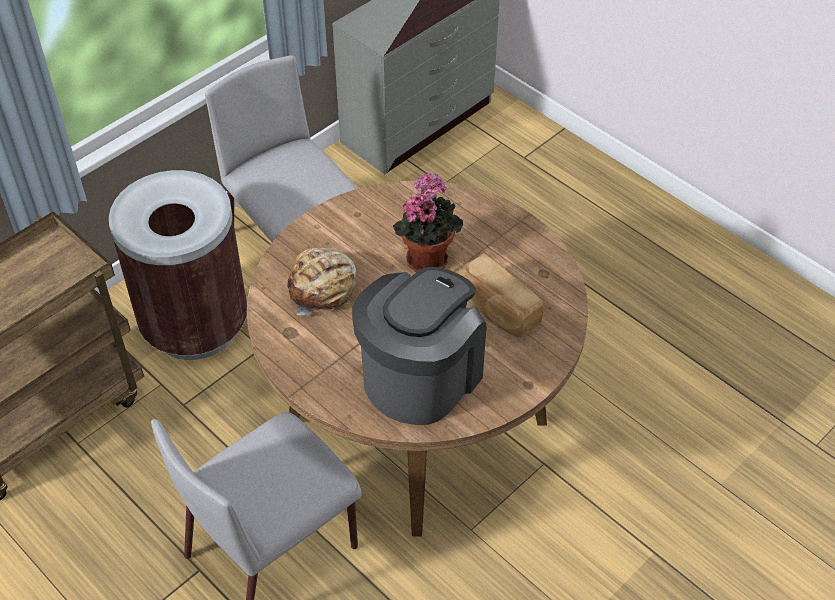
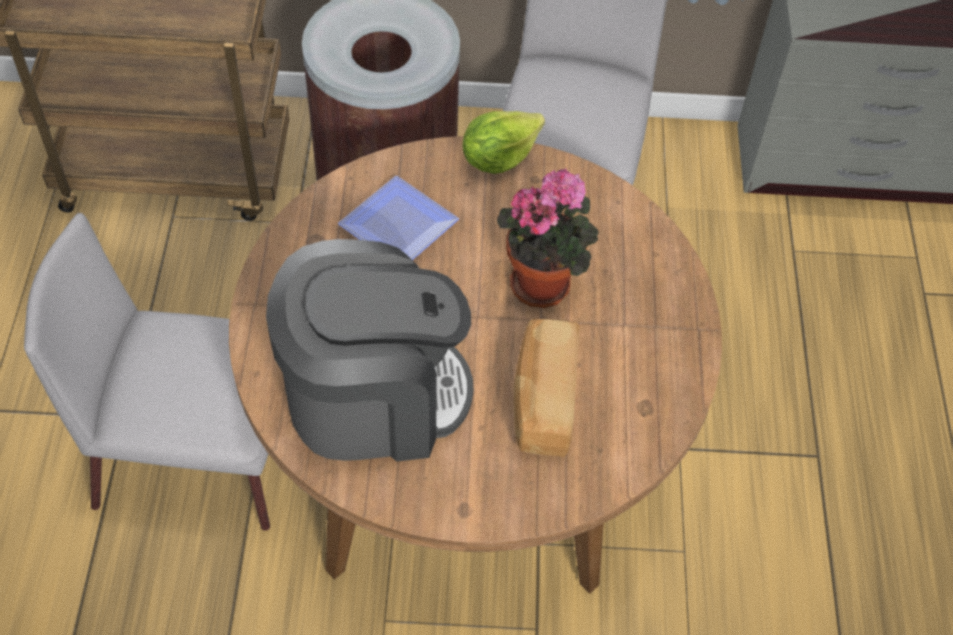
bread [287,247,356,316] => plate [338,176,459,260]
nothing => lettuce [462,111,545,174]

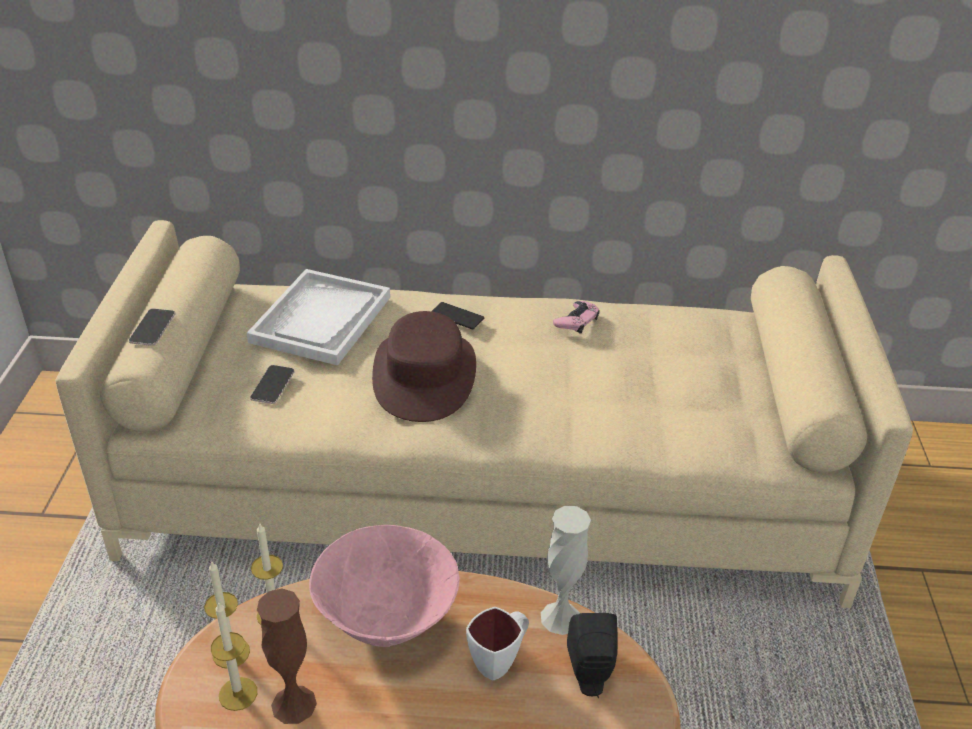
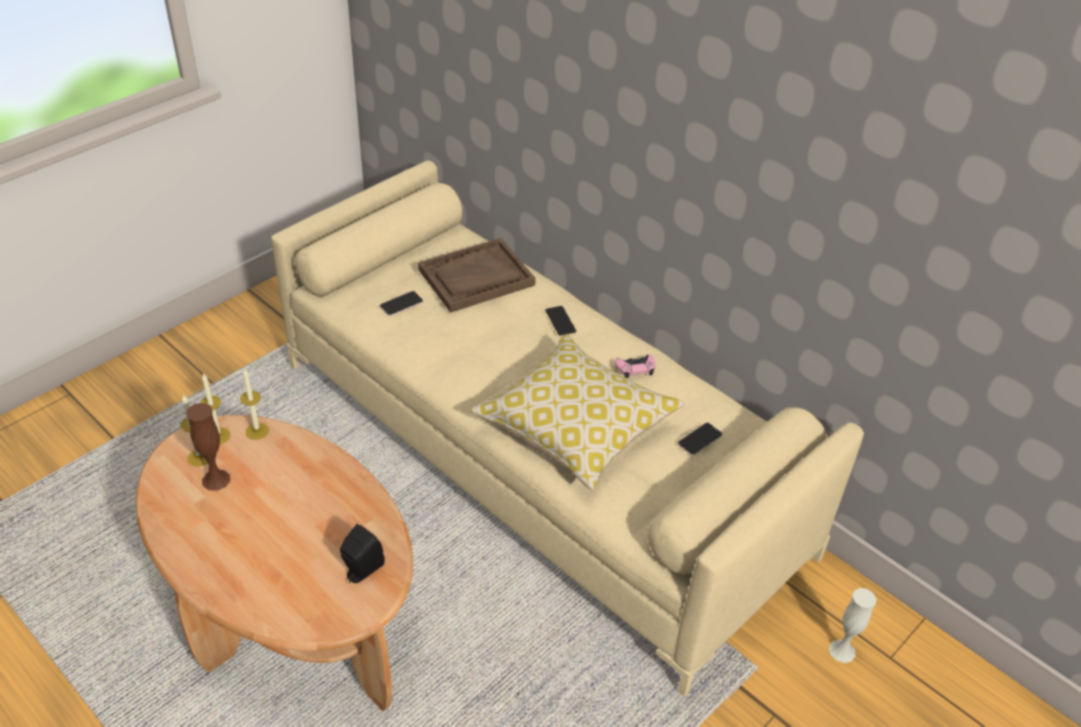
phone [129,308,175,346] => phone [678,423,722,456], shifted
tray (white) [247,269,390,366] => tray (brown) [418,238,536,313]
bowl (pink) [309,525,459,647] => nothing
hat (brown) [372,311,476,422] => nothing
mug (white) [466,607,529,680] => nothing
vase (white) [541,506,591,635] => vase (white) [829,588,877,663], shifted
nothing => pillow [470,335,685,490]

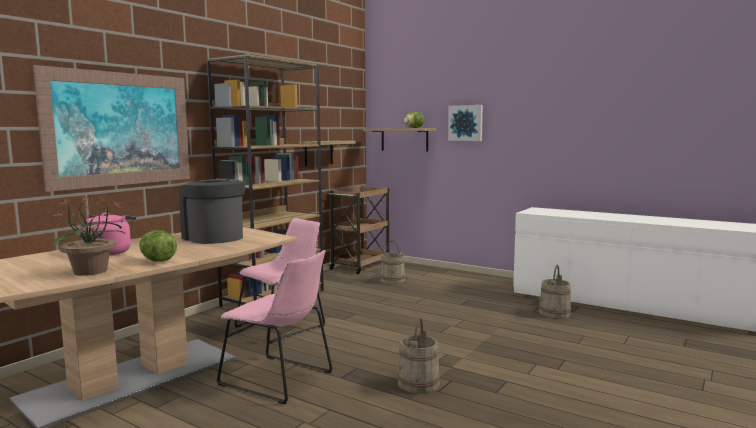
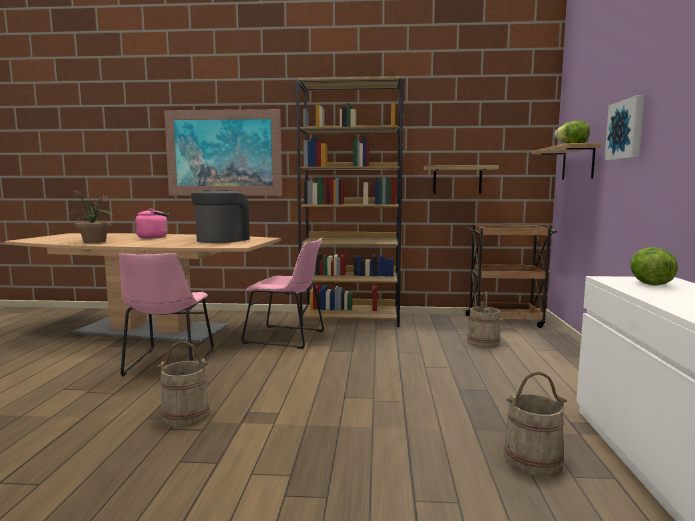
lettuce [139,230,177,262] => lettuce [630,247,678,285], shifted

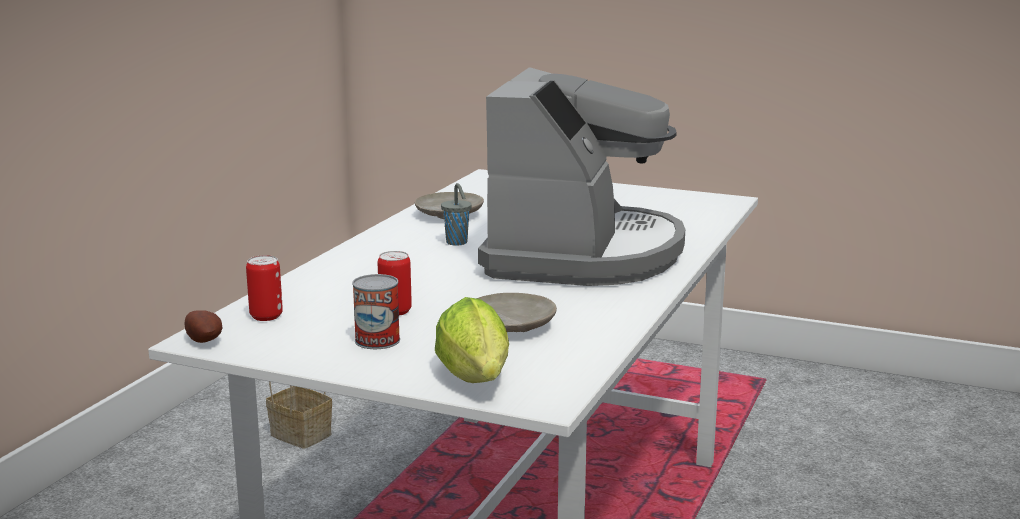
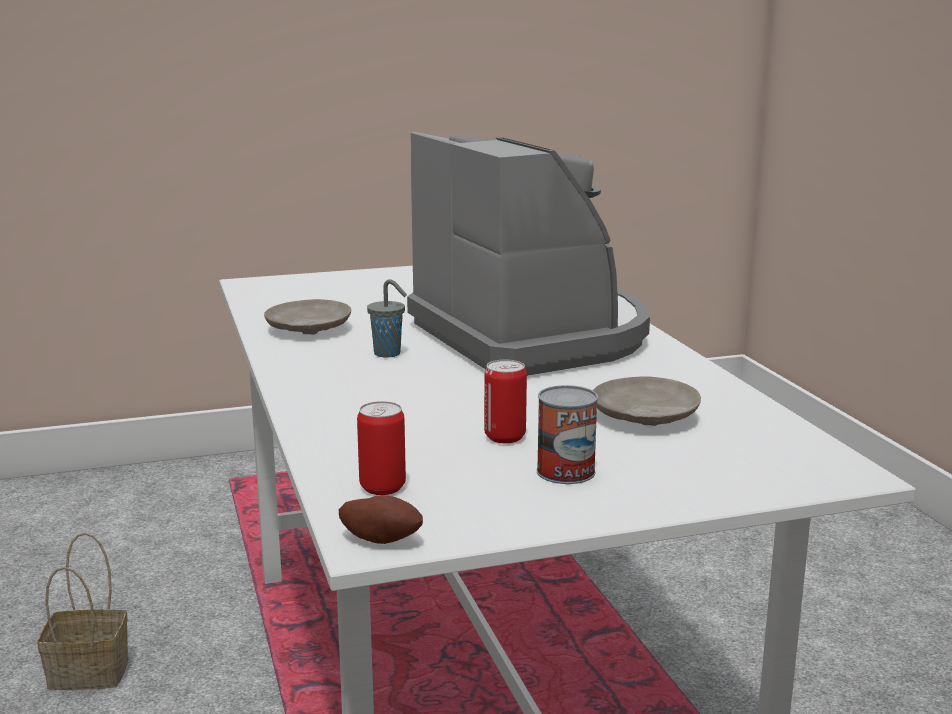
lettuce [435,297,509,383] => nothing

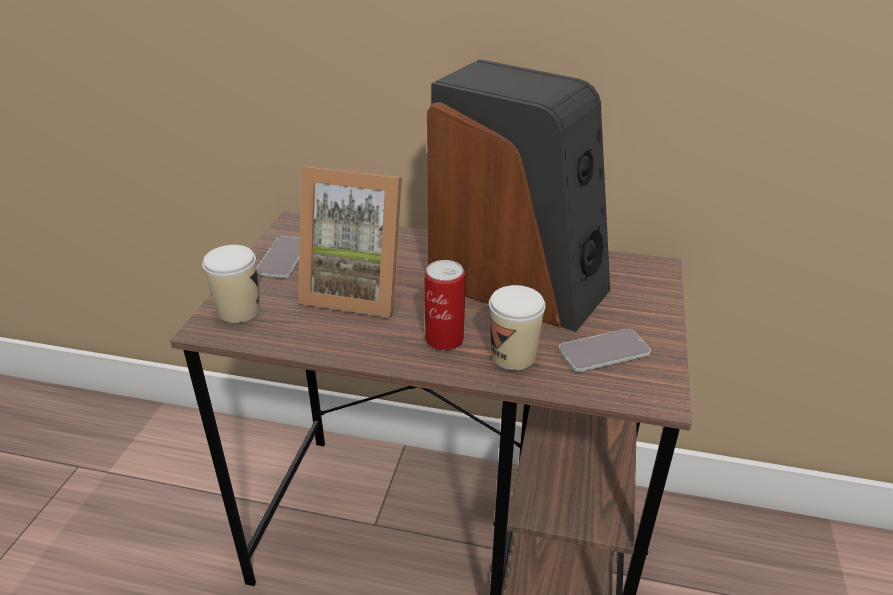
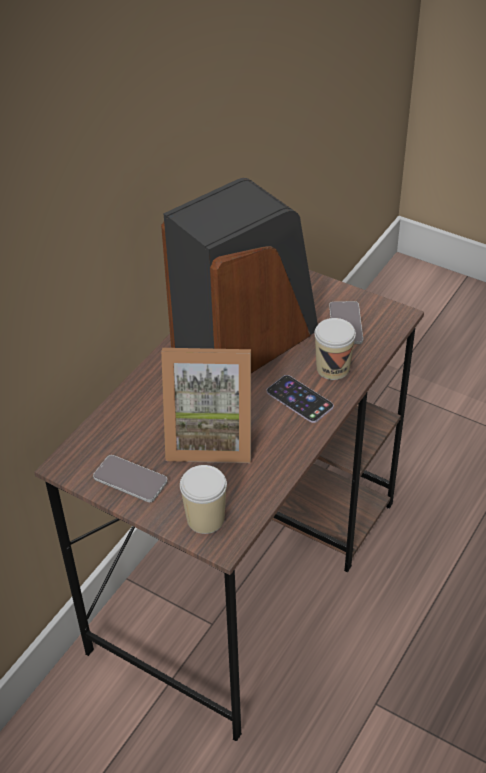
picture frame [298,166,402,318] => picture frame [161,348,251,463], 60 degrees clockwise
can [425,260,465,351] => phone [267,375,334,423]

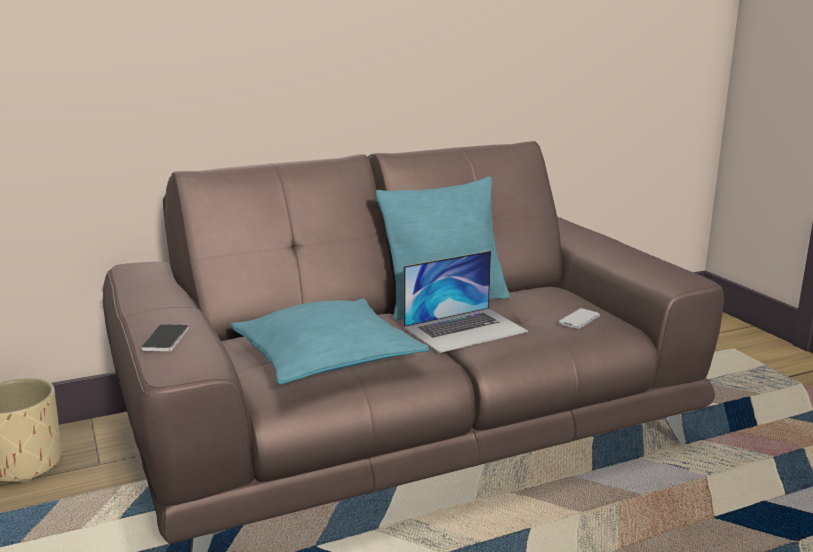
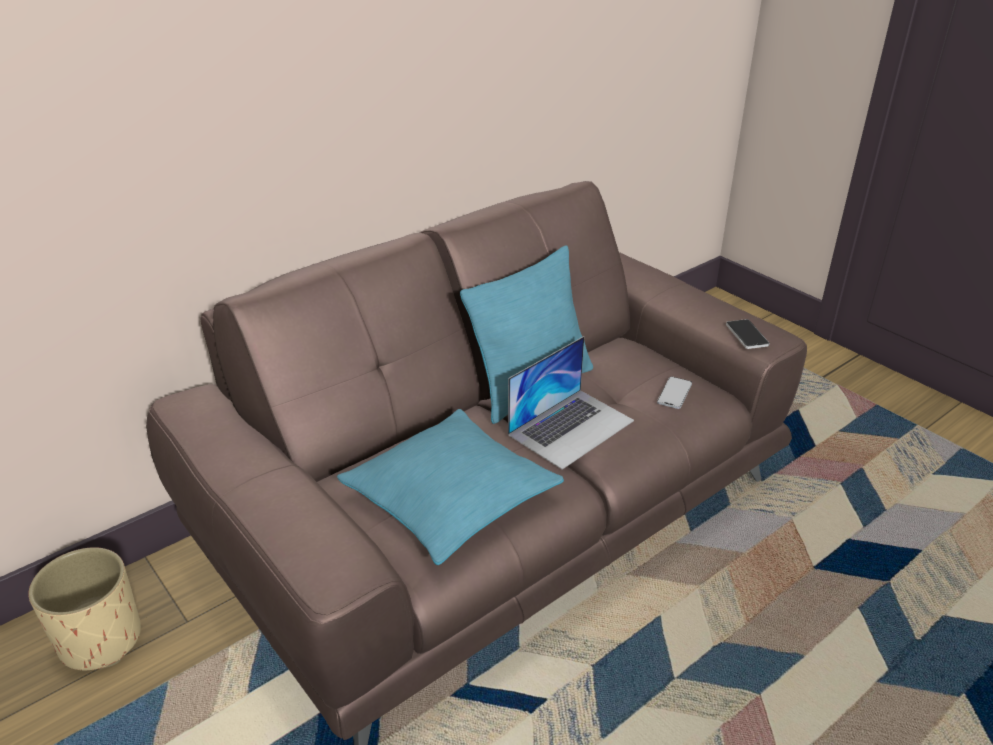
phone [141,324,189,351] => phone [726,319,769,349], shifted

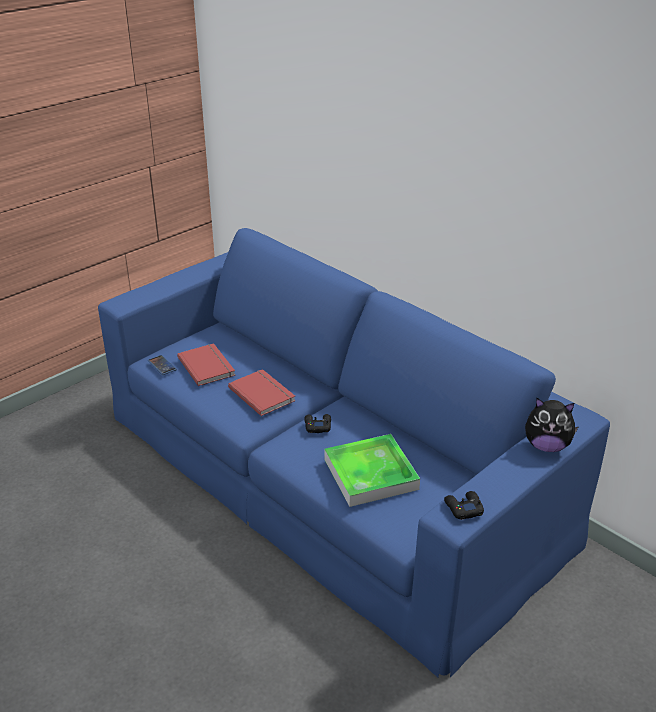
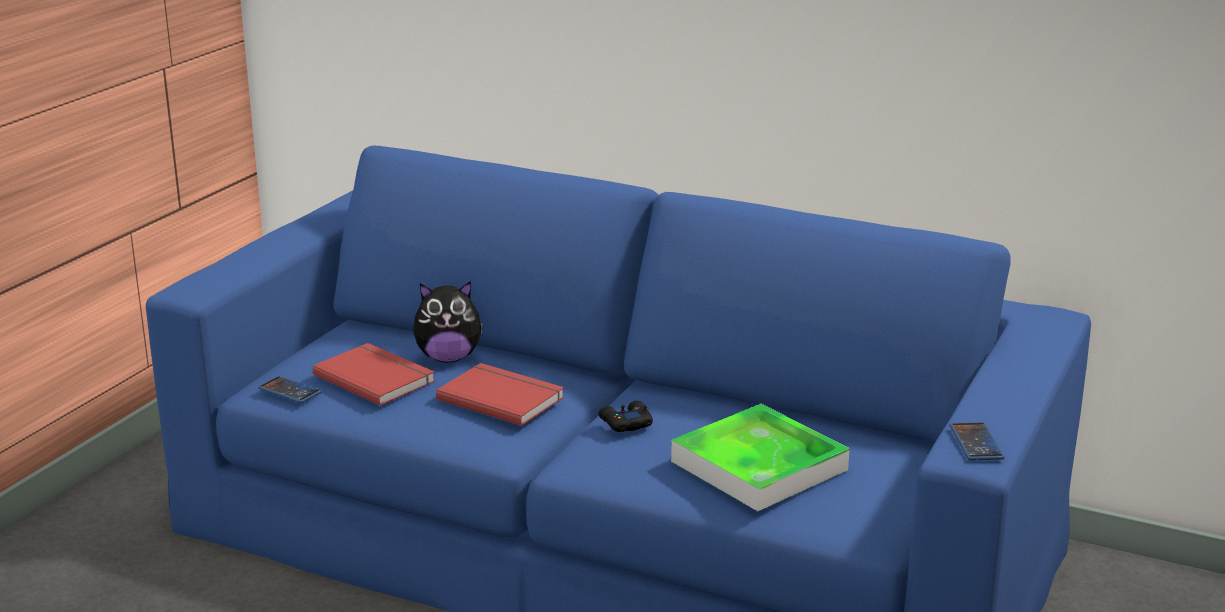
game controller (black) [444,491,484,520] => phone [949,422,1005,460]
plush toy [525,398,579,452] => plush toy [413,281,482,362], shifted

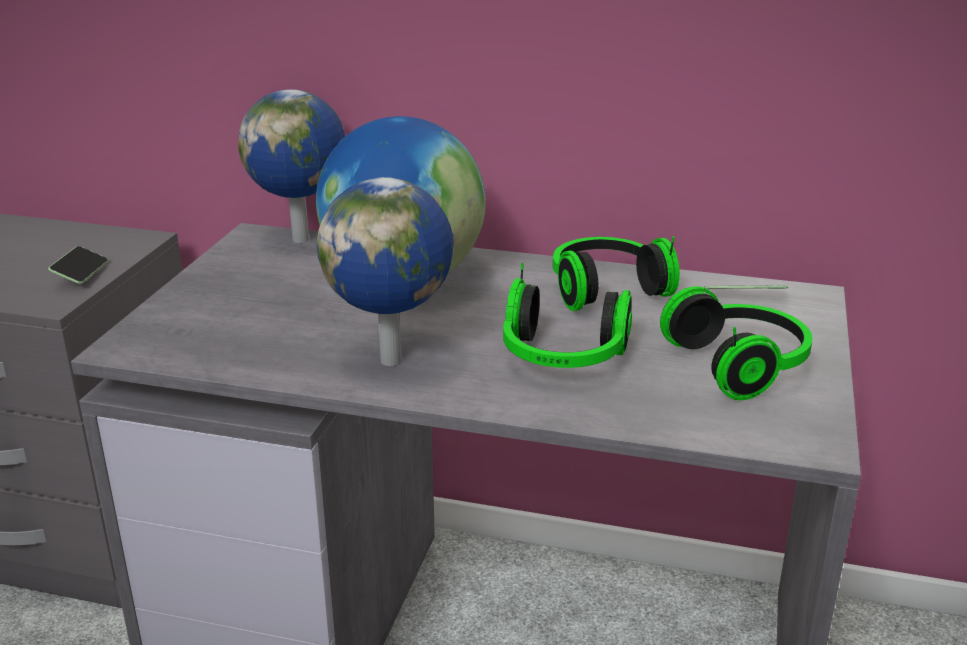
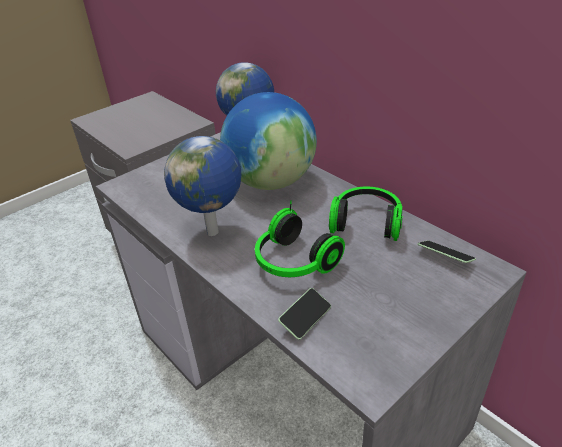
phone [48,246,109,284] => phone [278,288,331,340], shifted
headphones [660,286,813,400] => nothing

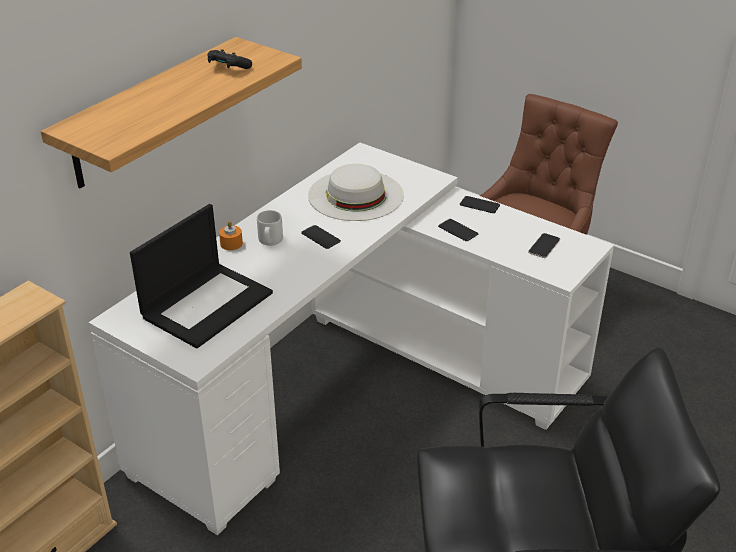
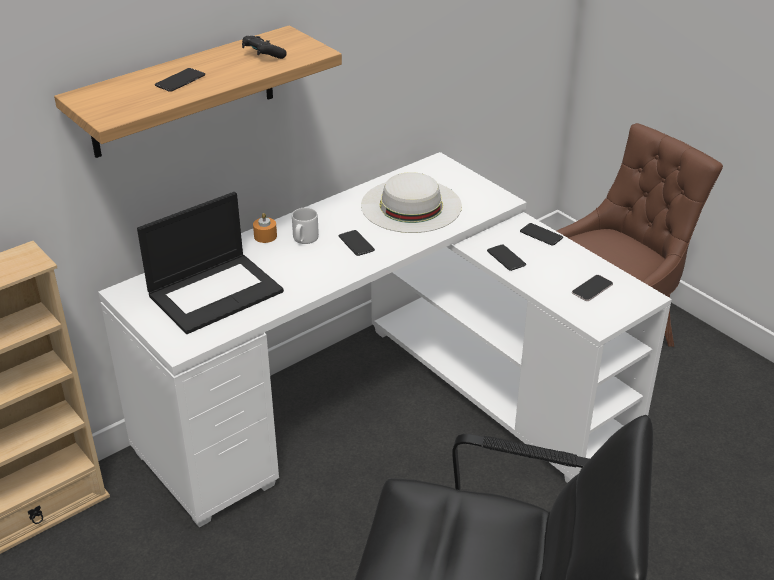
nothing => phone [155,68,205,92]

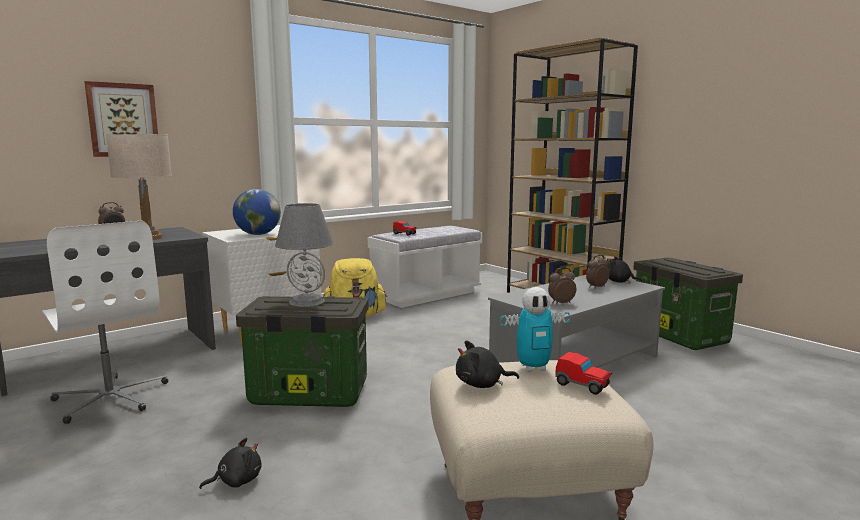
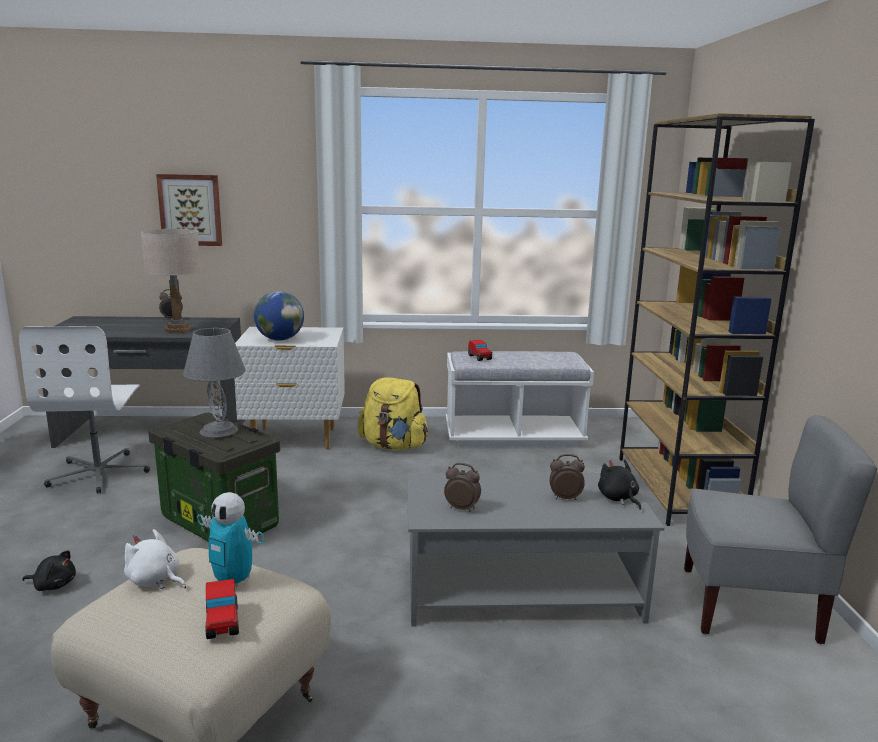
plush toy (black) [456,341,519,388] => plush toy (white) [124,529,186,589]
storage box [633,258,743,350] => chair (grey) [684,415,877,644]

